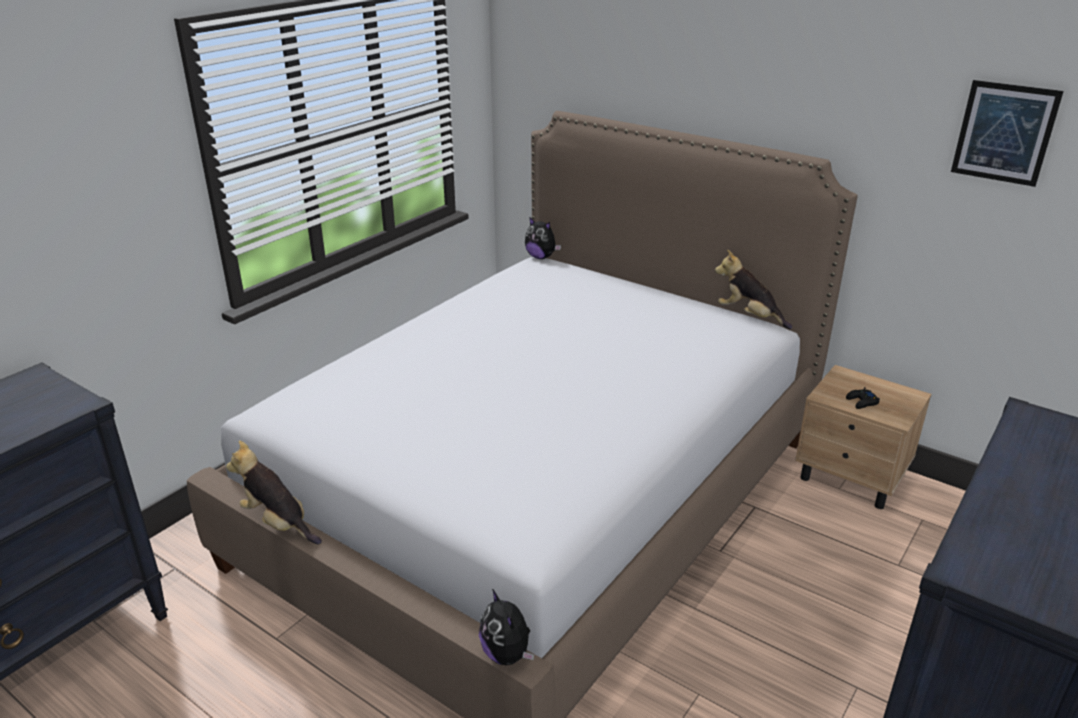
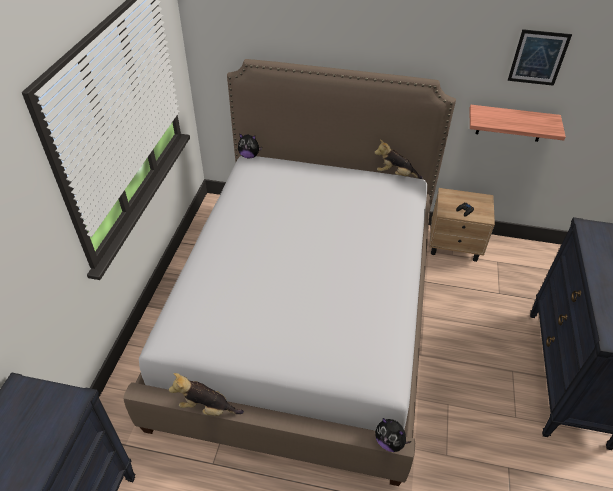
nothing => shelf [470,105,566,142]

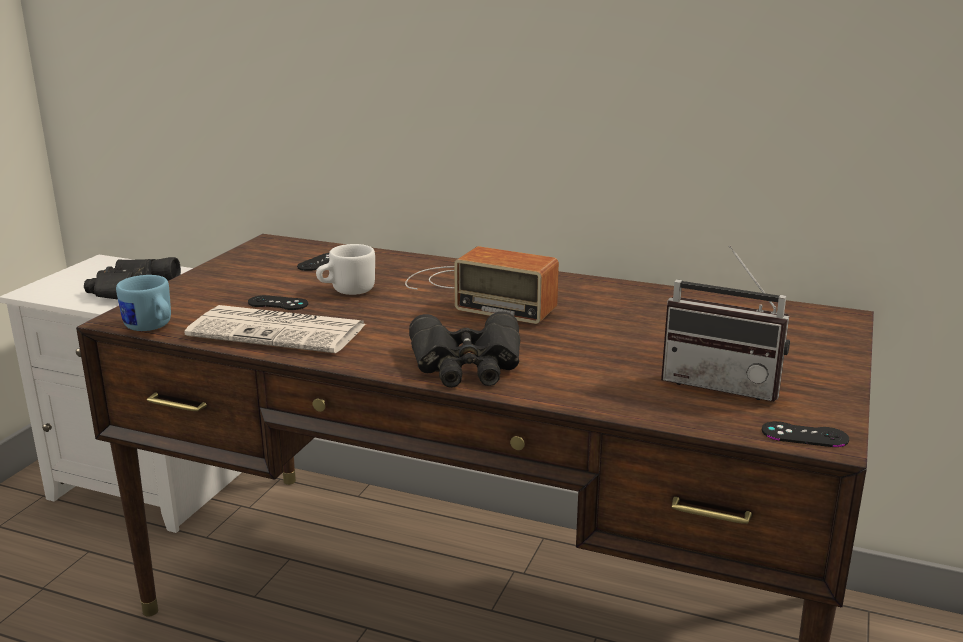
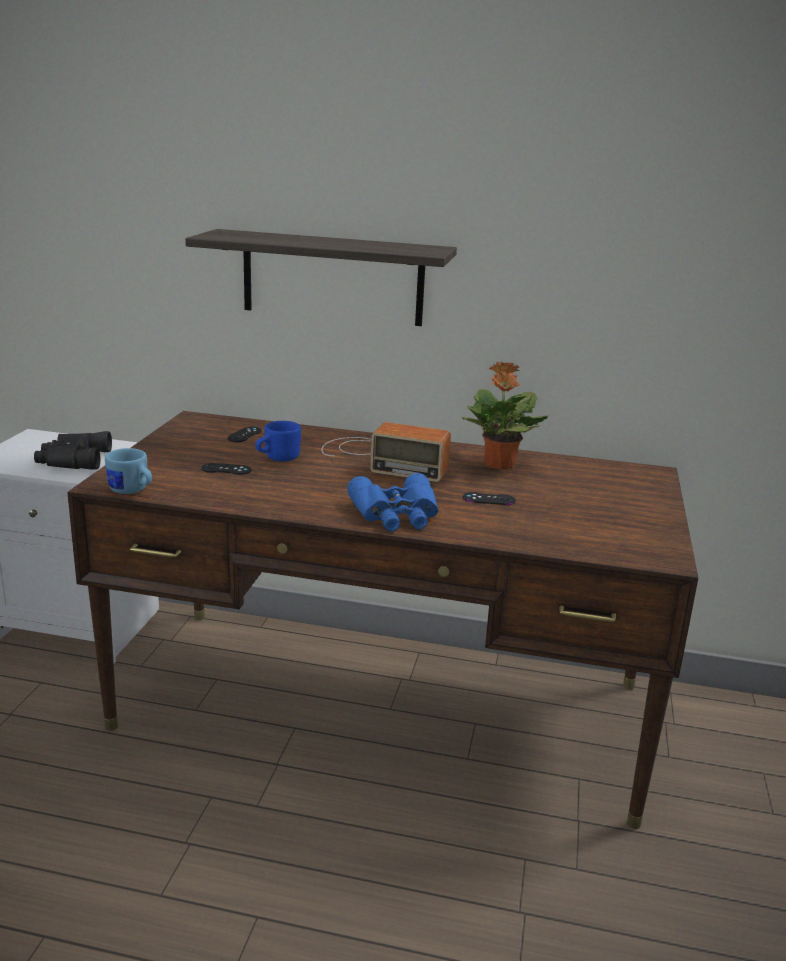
newspaper [185,305,366,353] => nothing
mug (white) [316,244,375,295] => mug (blue) [255,421,301,461]
binoculars (black) [409,311,521,388] => binoculars (blue) [347,473,439,532]
radio [661,245,790,402] => nothing
game controller (black) [762,421,849,447] => game controller (black) [463,492,516,505], shifted
nothing => shelf [185,229,457,326]
nothing => potted plant [462,361,549,470]

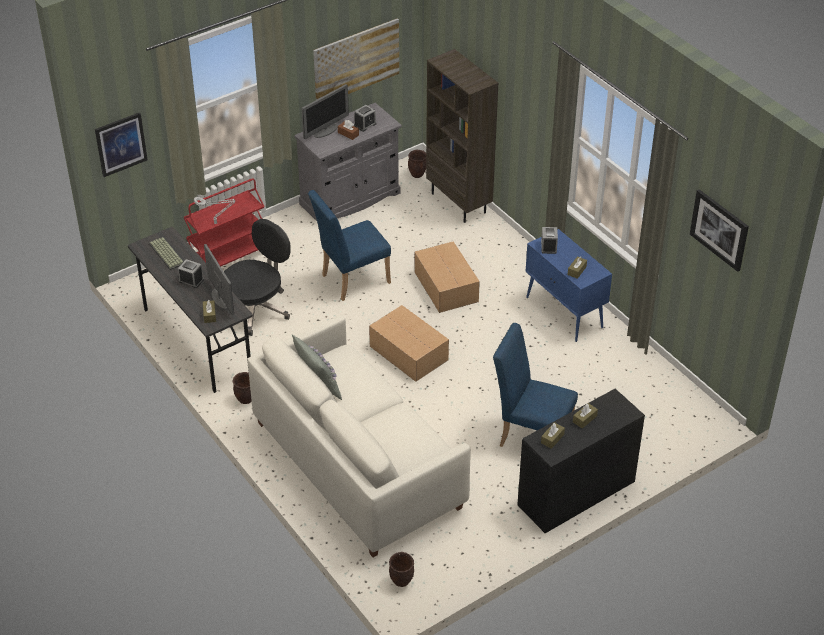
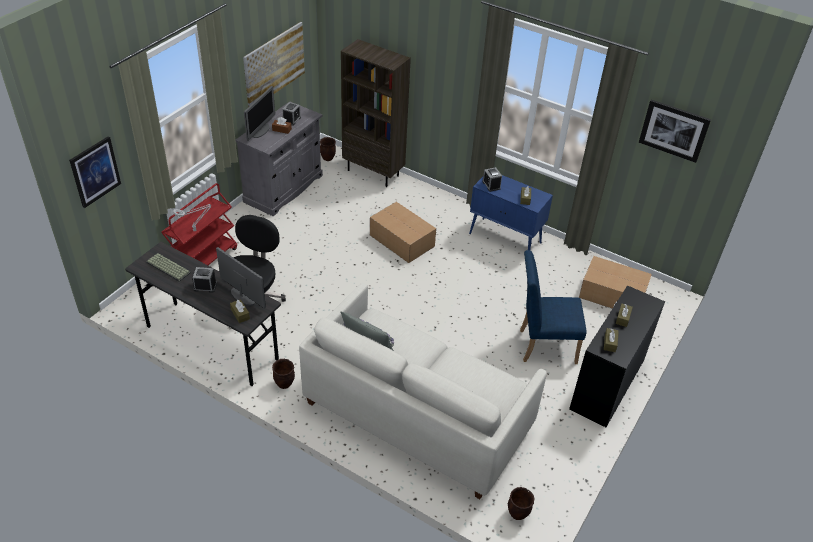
chair (blue) [308,190,391,301] => nothing
cardboard box [369,305,449,382] => cardboard box [579,256,652,309], shifted

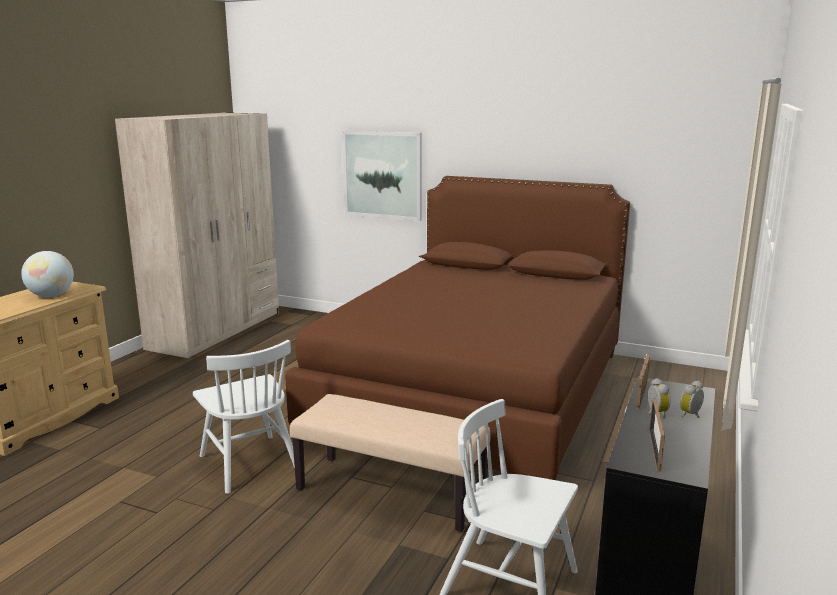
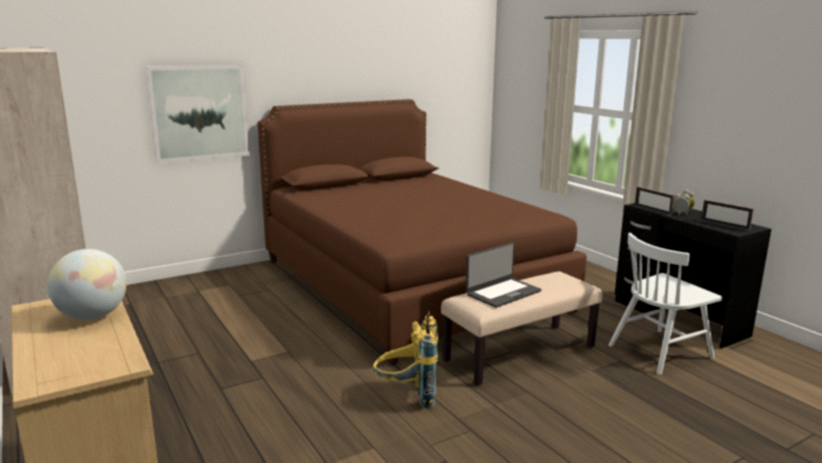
chair (white) [193,340,295,494] => backpack (yellow) [373,311,438,409]
nothing => laptop [466,242,542,308]

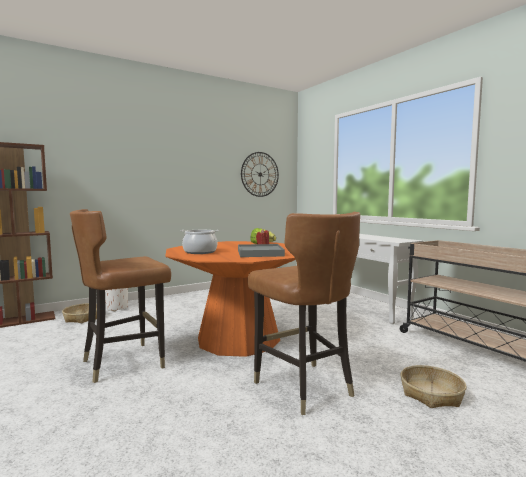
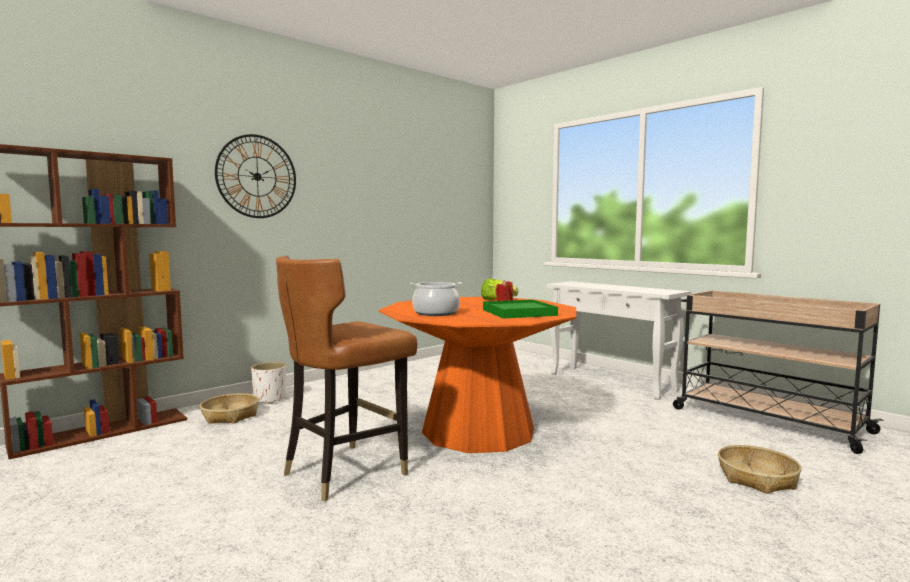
tray (grey) [238,244,285,257] => tray (green) [483,300,558,319]
wall clock [241,152,279,197] => wall clock [215,134,296,218], shifted
chair (brown) [248,212,360,415] => nothing

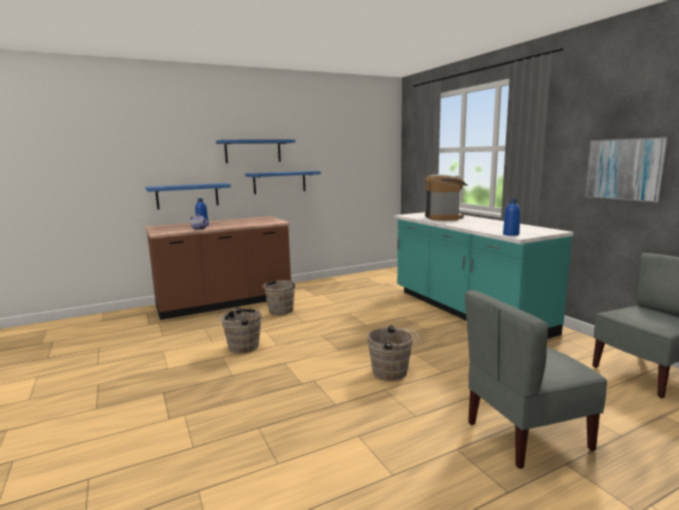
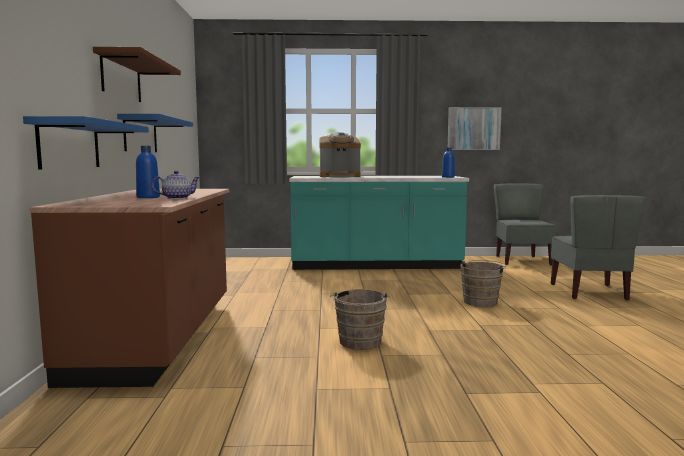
shelf (blue) [216,139,295,163] => shelf (brown) [93,47,181,102]
bucket (brown) [262,280,295,315] => nothing
coffee machine [425,174,467,221] => coffee machine [319,132,361,177], 150 degrees clockwise

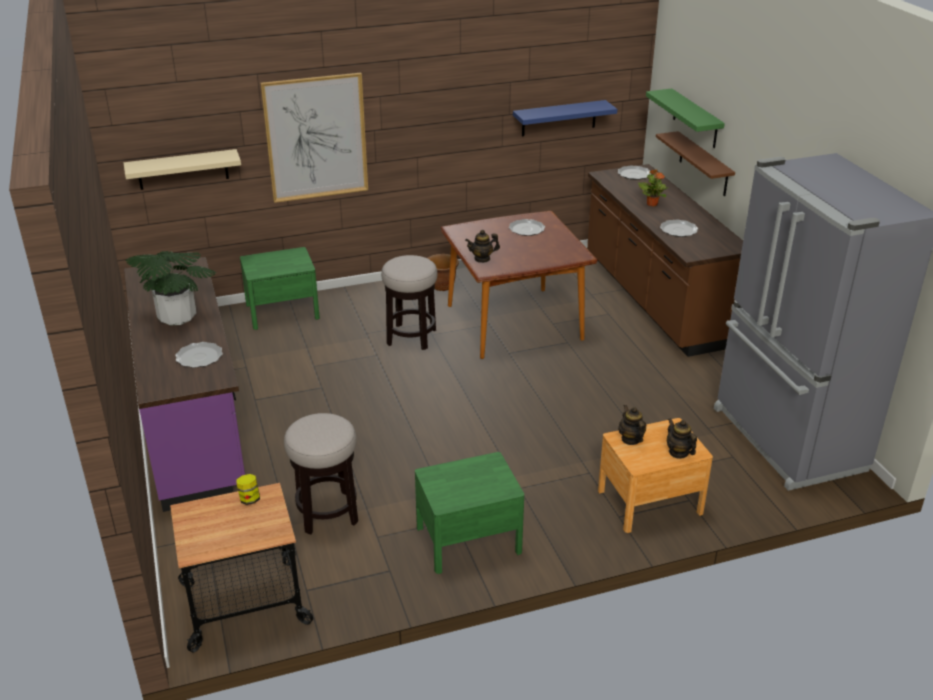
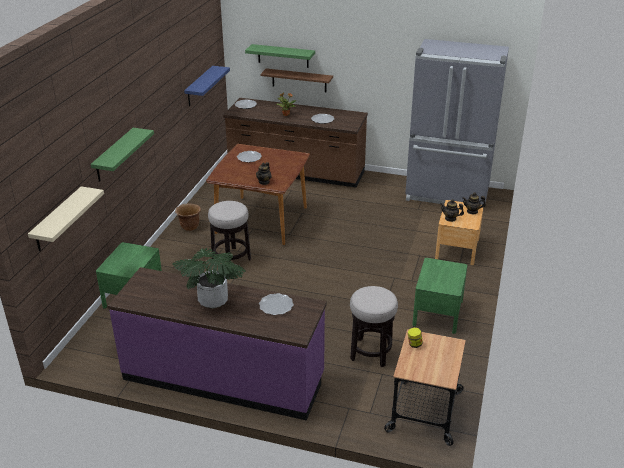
picture [260,73,368,203] => shelf (green) [90,128,154,182]

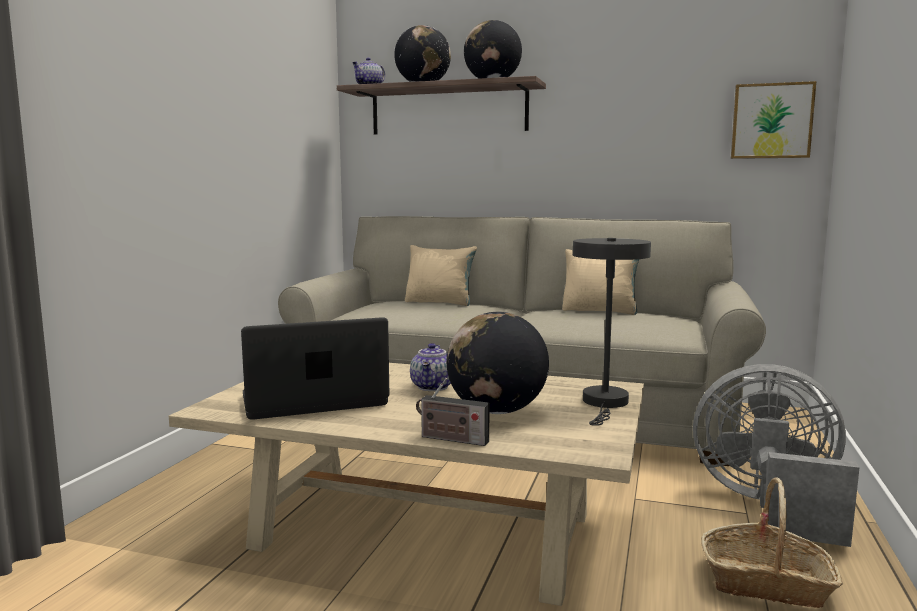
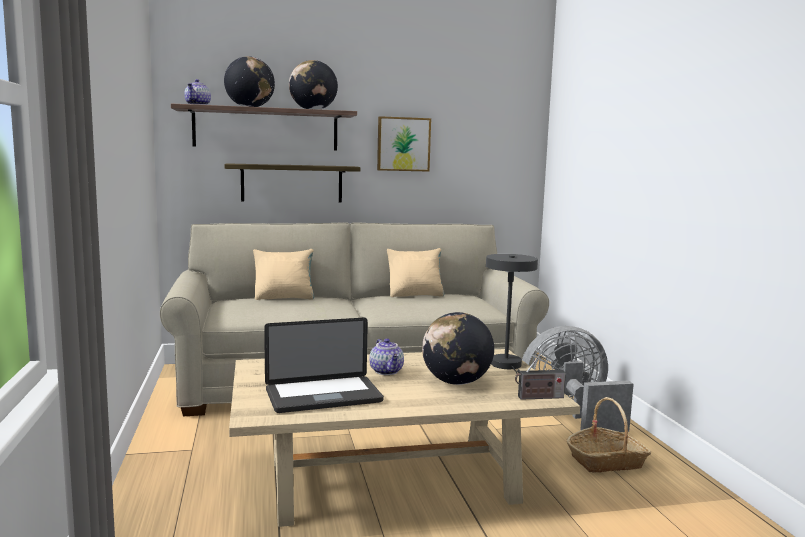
laptop [241,317,389,420] => laptop [264,318,384,413], 150 degrees counterclockwise
radio [416,378,490,446] => radio [515,358,566,400], shifted
picture [731,81,816,159] => picture [377,116,431,172], shifted
nothing => shelf [224,163,361,203]

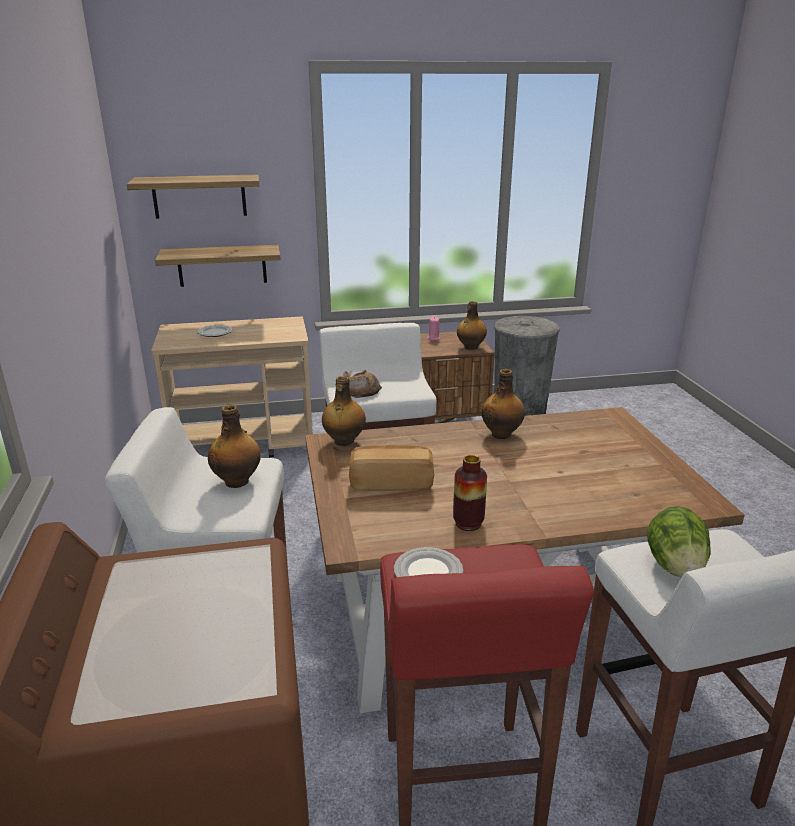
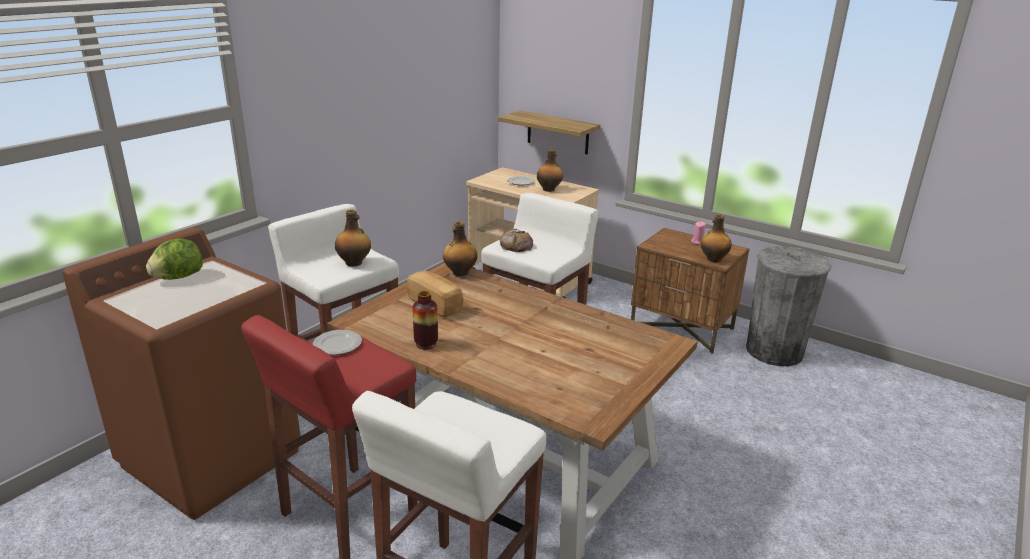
shelf [127,174,259,219] => nothing
bottle [481,369,525,439] => bottle [537,149,563,192], shifted
lettuce [647,506,711,578] => lettuce [146,238,203,280], shifted

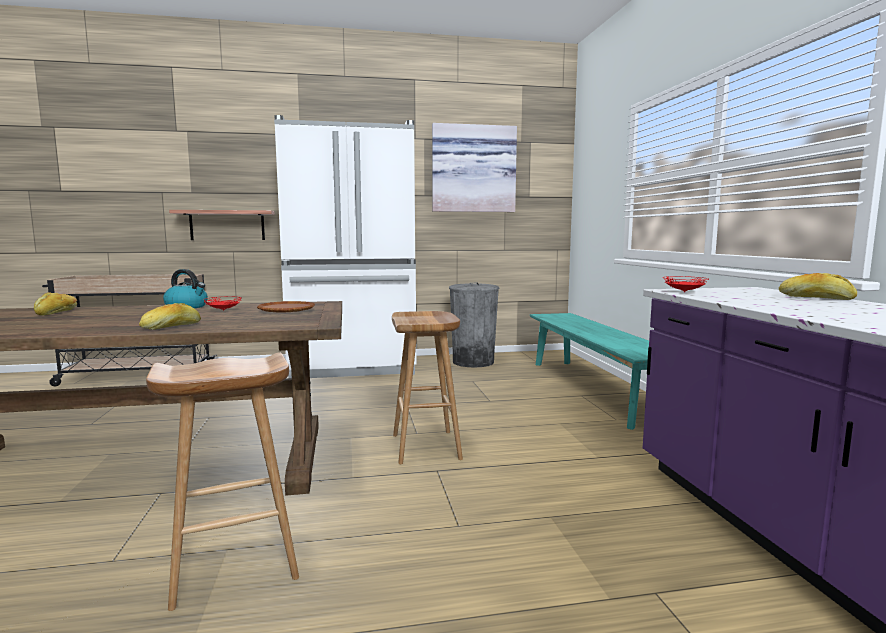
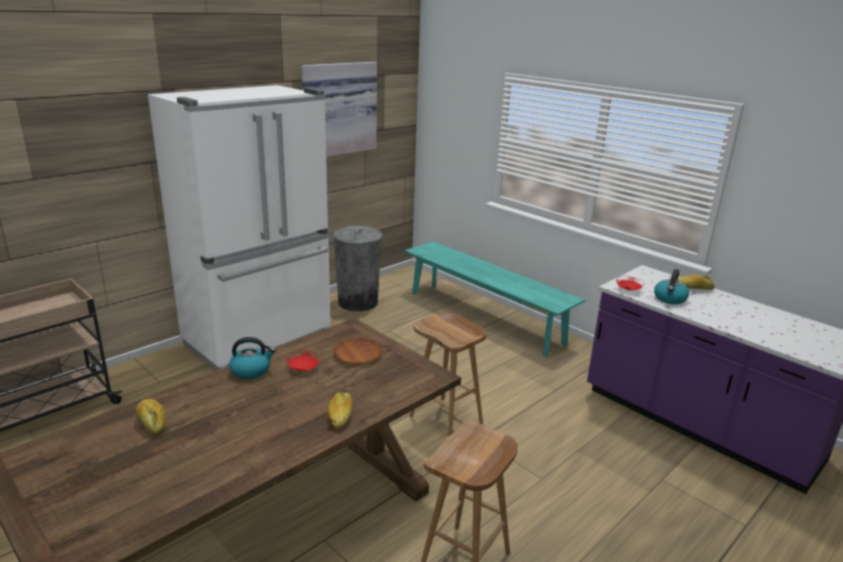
shelf [169,210,275,240] => nothing
nothing => kettle [654,269,689,304]

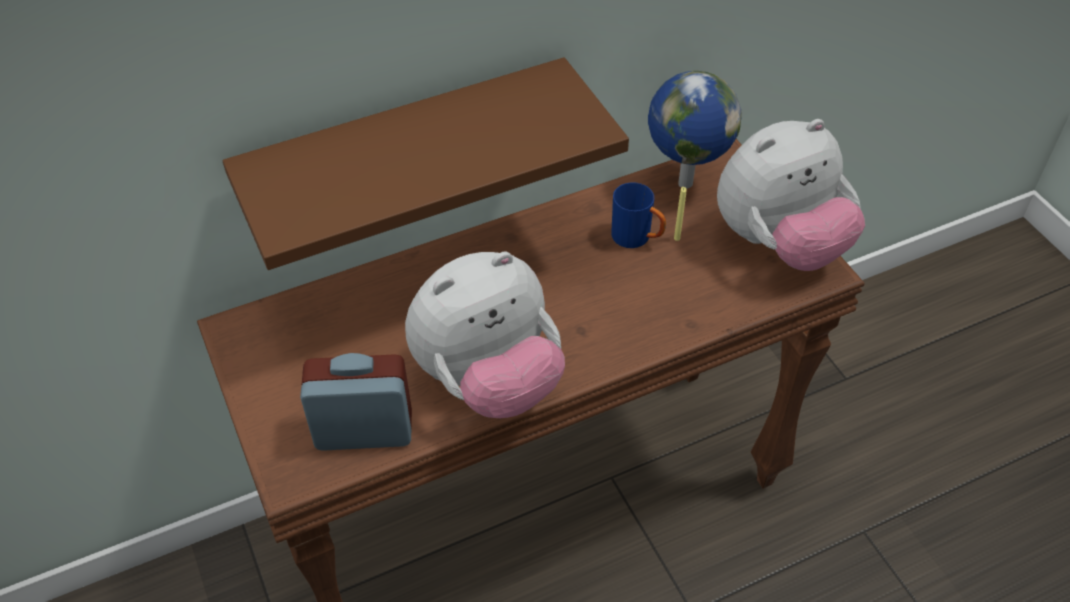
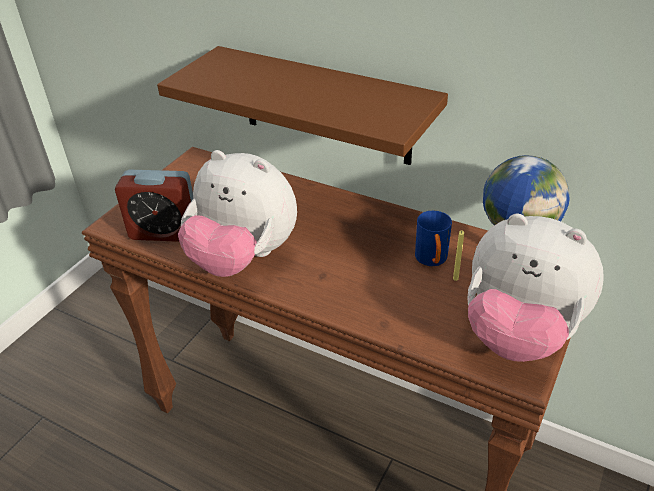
alarm clock [300,353,412,451] => alarm clock [115,170,193,242], 135 degrees clockwise

